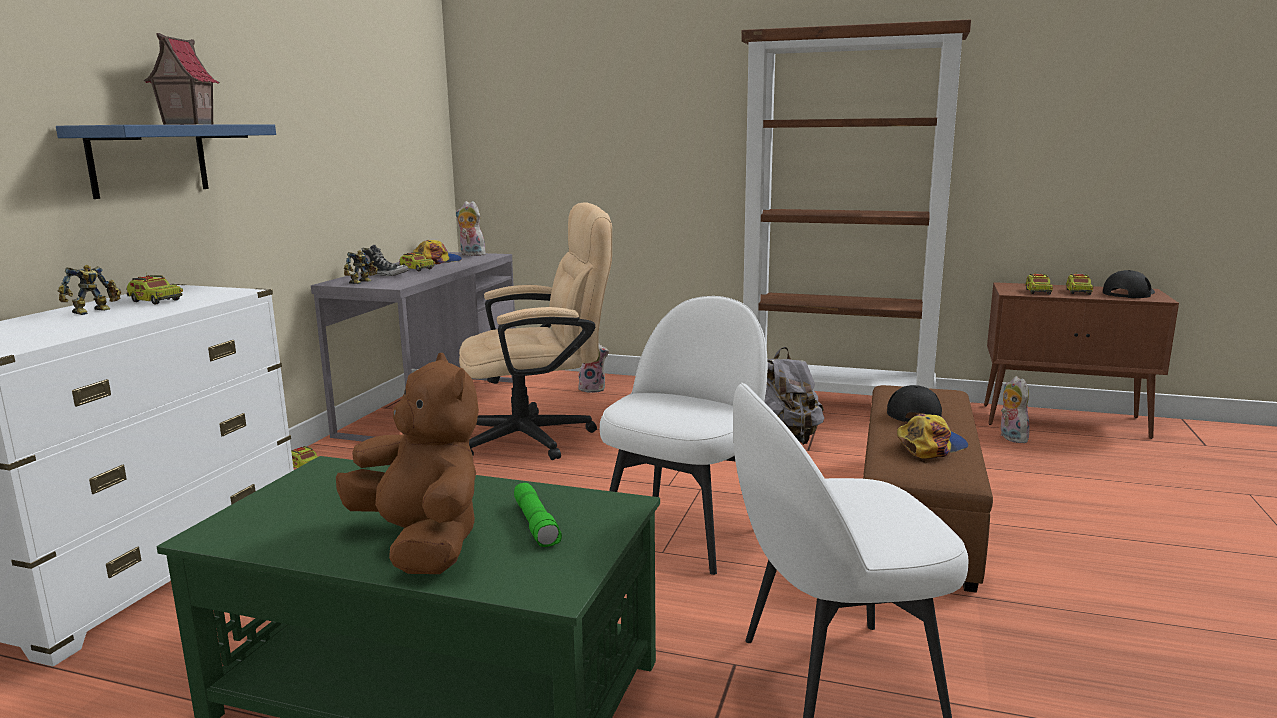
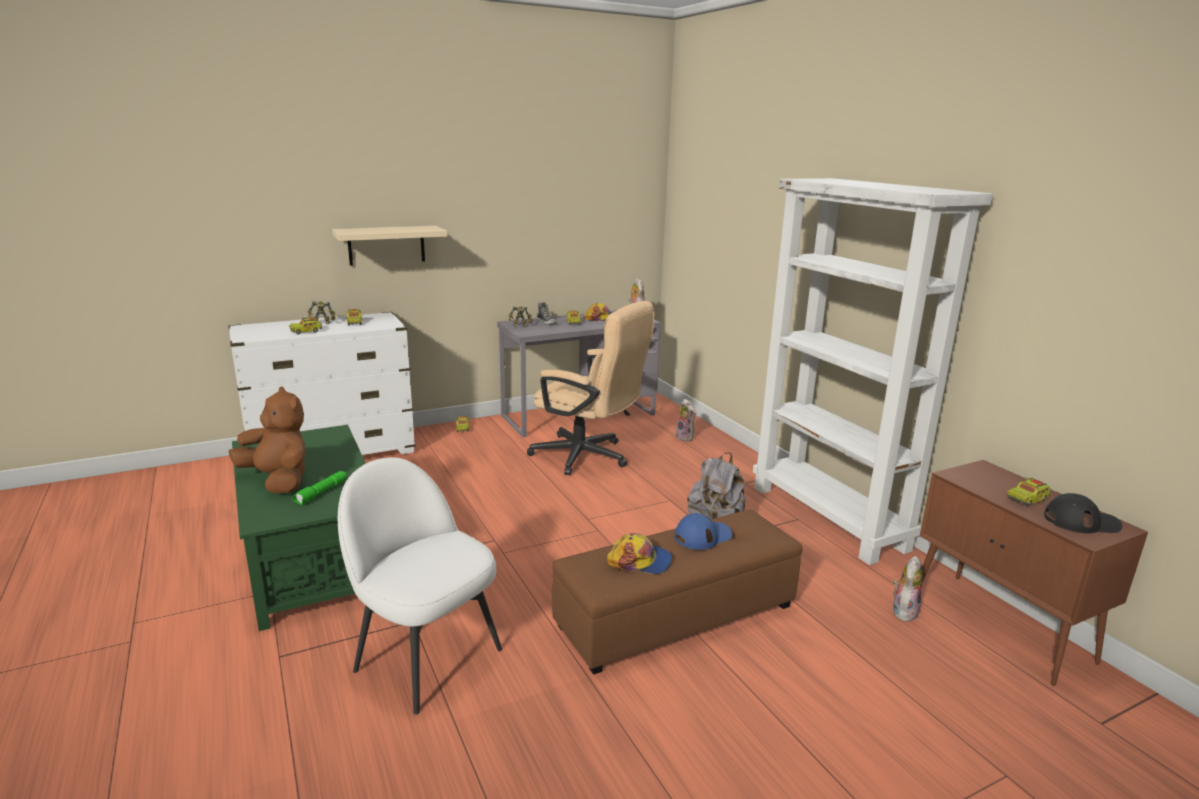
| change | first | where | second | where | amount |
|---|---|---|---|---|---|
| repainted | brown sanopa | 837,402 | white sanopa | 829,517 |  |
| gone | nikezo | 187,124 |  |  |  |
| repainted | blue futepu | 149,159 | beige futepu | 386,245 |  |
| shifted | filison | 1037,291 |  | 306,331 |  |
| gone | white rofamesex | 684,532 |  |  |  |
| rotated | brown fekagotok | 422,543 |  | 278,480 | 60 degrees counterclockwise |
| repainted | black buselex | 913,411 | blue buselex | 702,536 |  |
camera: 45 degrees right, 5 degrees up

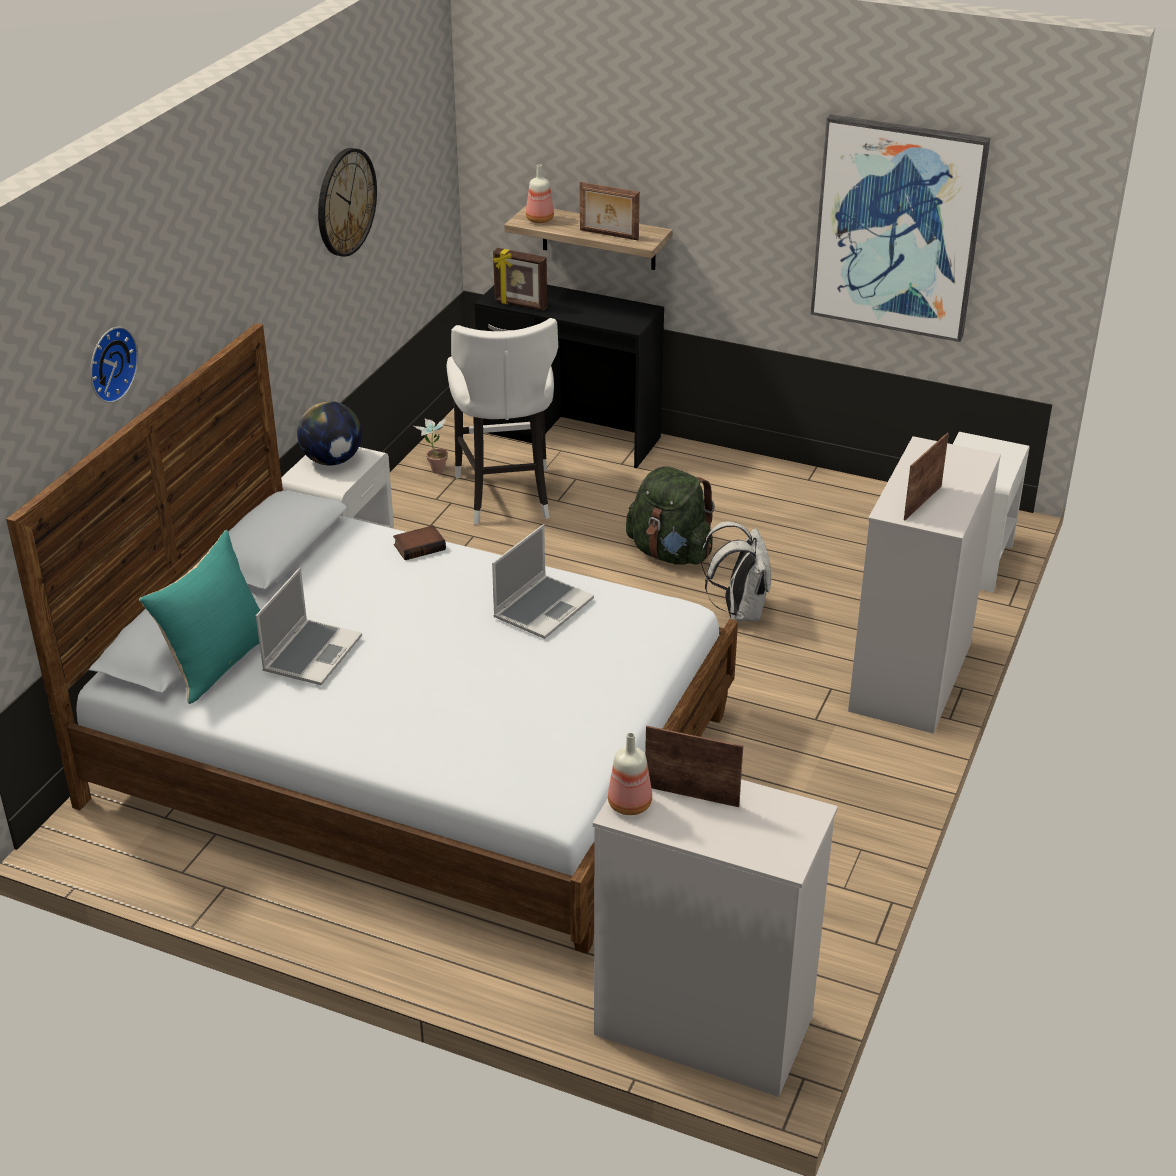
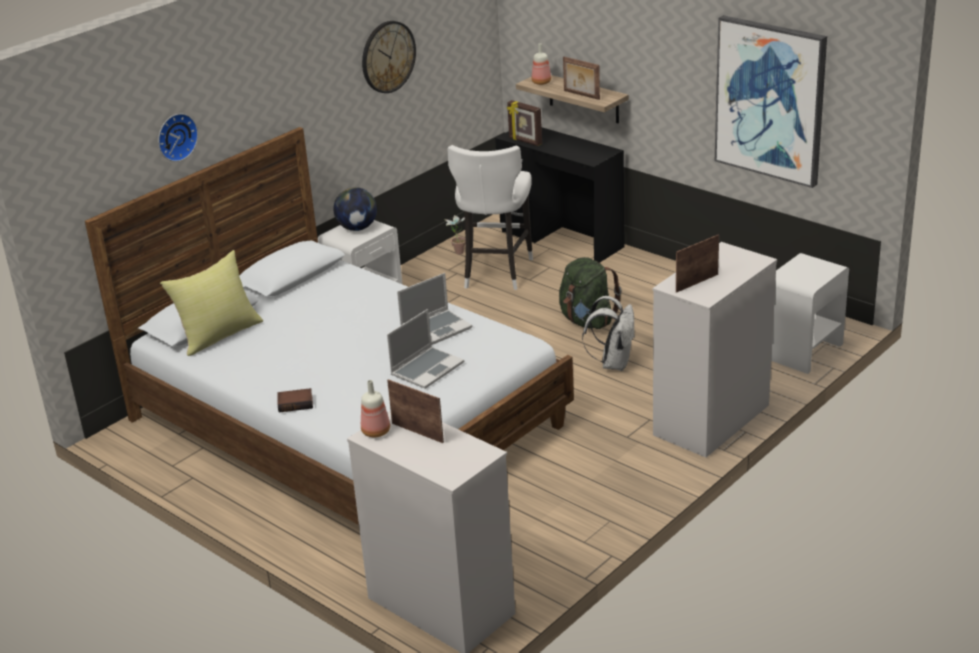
| change | first | where | second | where | amount |
|---|---|---|---|---|---|
| shifted | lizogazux | 419,546 |  | 296,403 |  |
| repainted | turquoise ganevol | 218,661 | yellow ganevol | 219,335 |  |
| shifted | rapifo | 312,653 |  | 427,368 |  |
camera: 20 degrees right, 5 degrees down

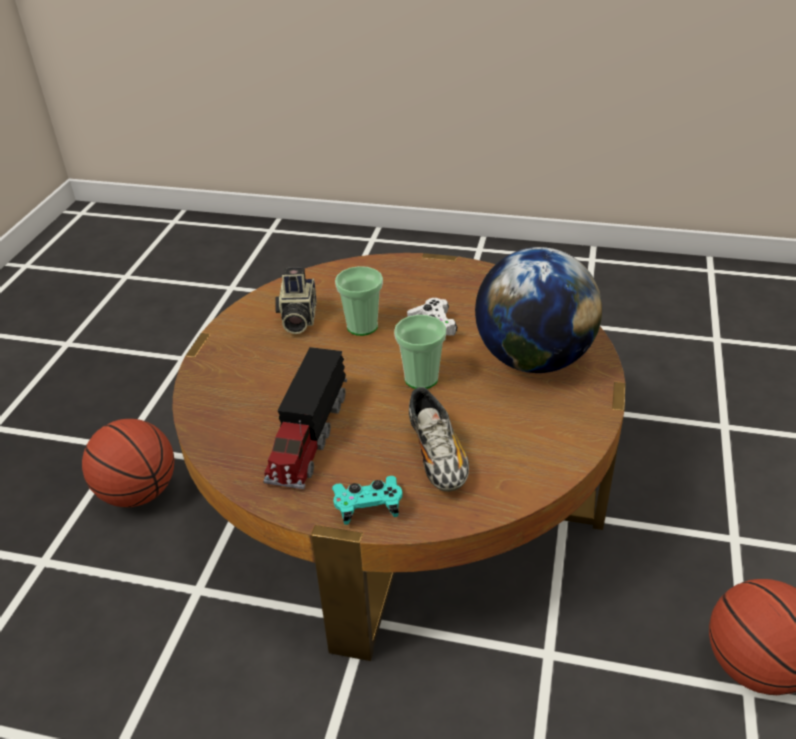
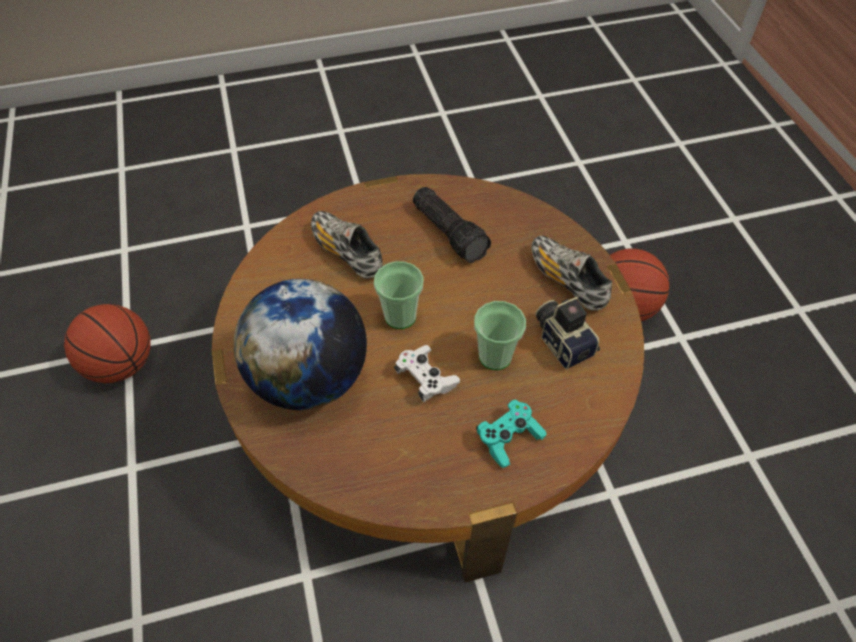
| change | first | where | second | where | amount |
|---|---|---|---|---|---|
| swapped | filison | 308,436 | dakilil | 450,232 |  |
| shifted | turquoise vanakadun | 368,507 |  | 508,438 |  |
| new |  |  | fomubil | 566,280 |  |
camera: 150 degrees right, 15 degrees up

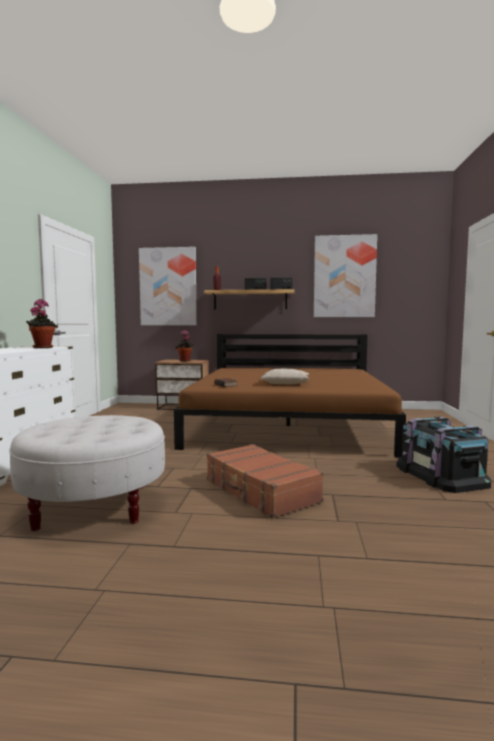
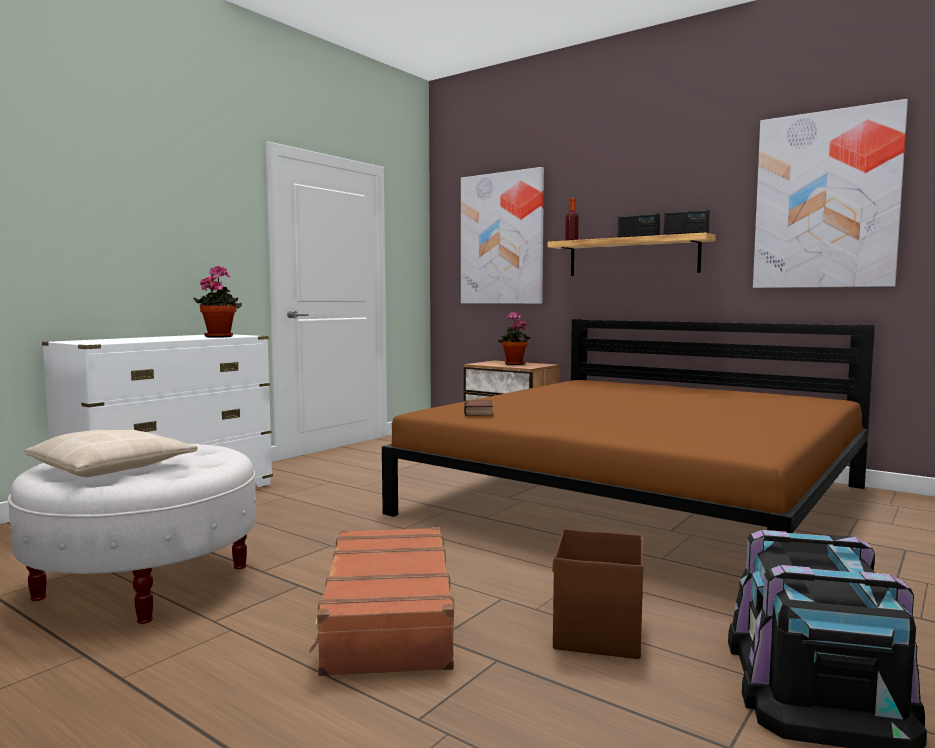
| change | first | where | second | where | amount |
|---|---|---|---|---|---|
| shifted | beige ganevol | 285,383 |  | 113,468 |  |
| new |  |  | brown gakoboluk | 597,634 |  |
camera: 30 degrees right, 0 degrees up

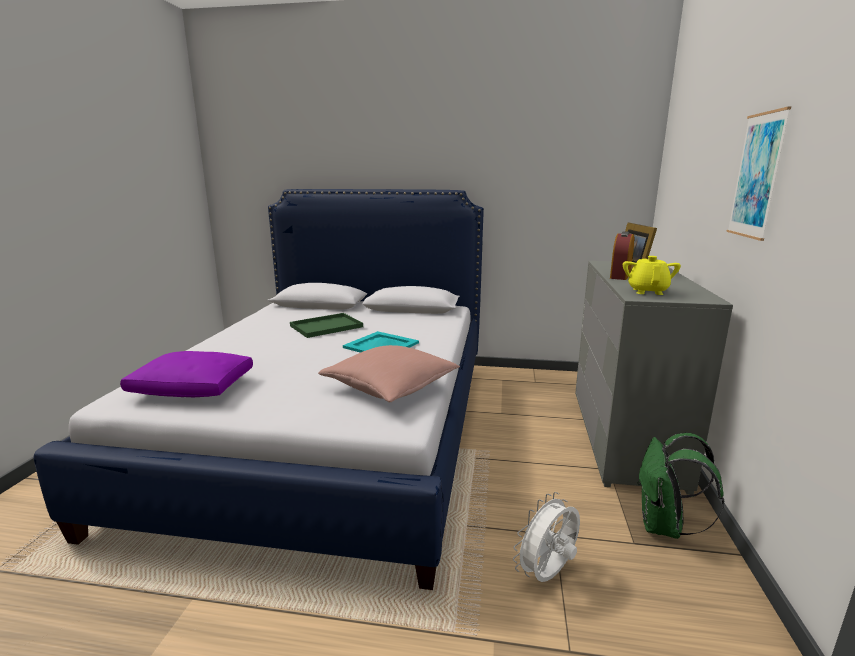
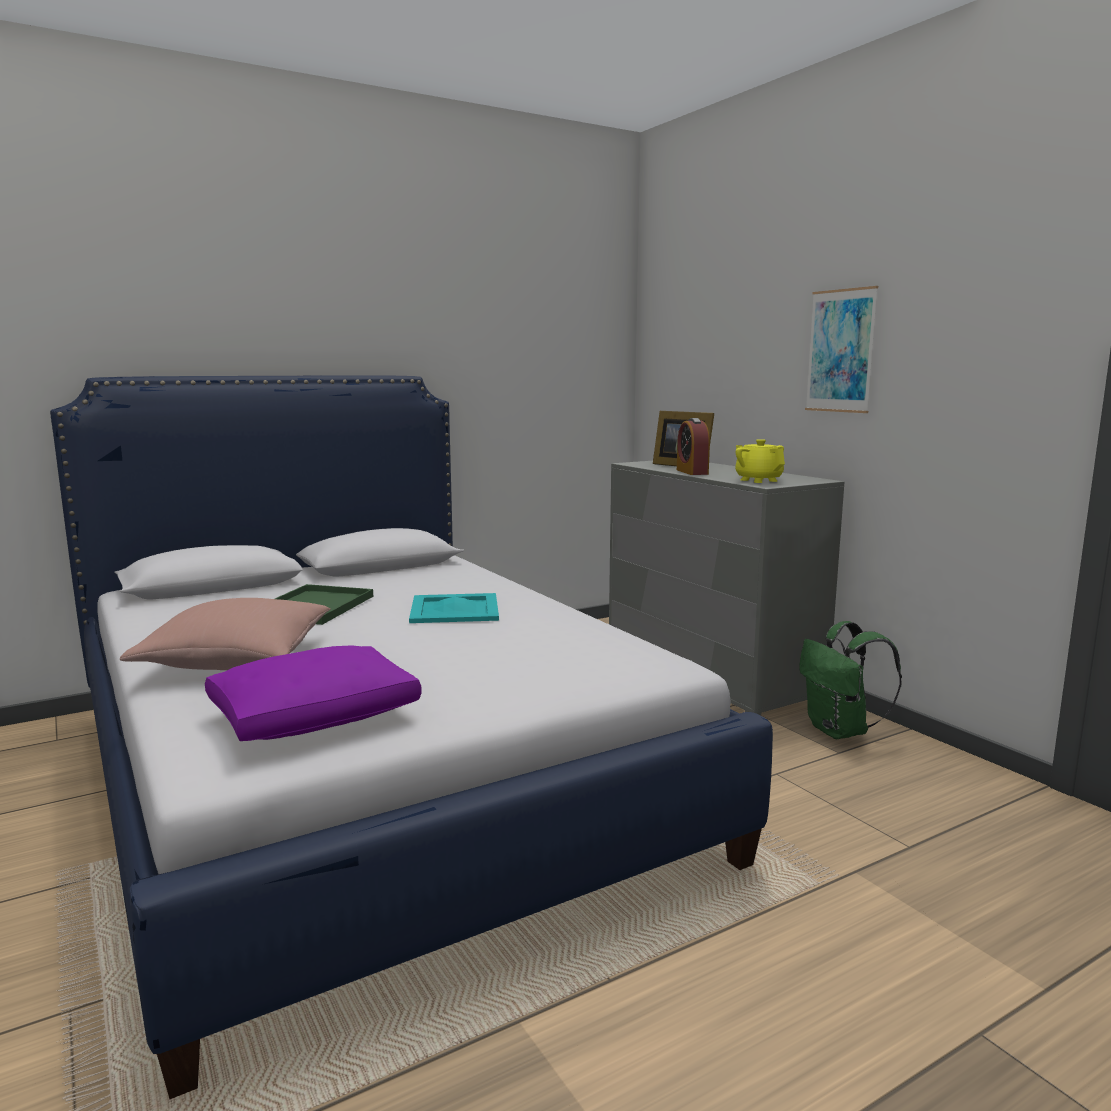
| change | first | where | second | where | amount |
|---|---|---|---|---|---|
| shifted | pink ganevol | 390,388 |  | 237,660 |  |
| gone | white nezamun | 547,575 |  |  |  |
camera: 40 degrees left, 5 degrees down

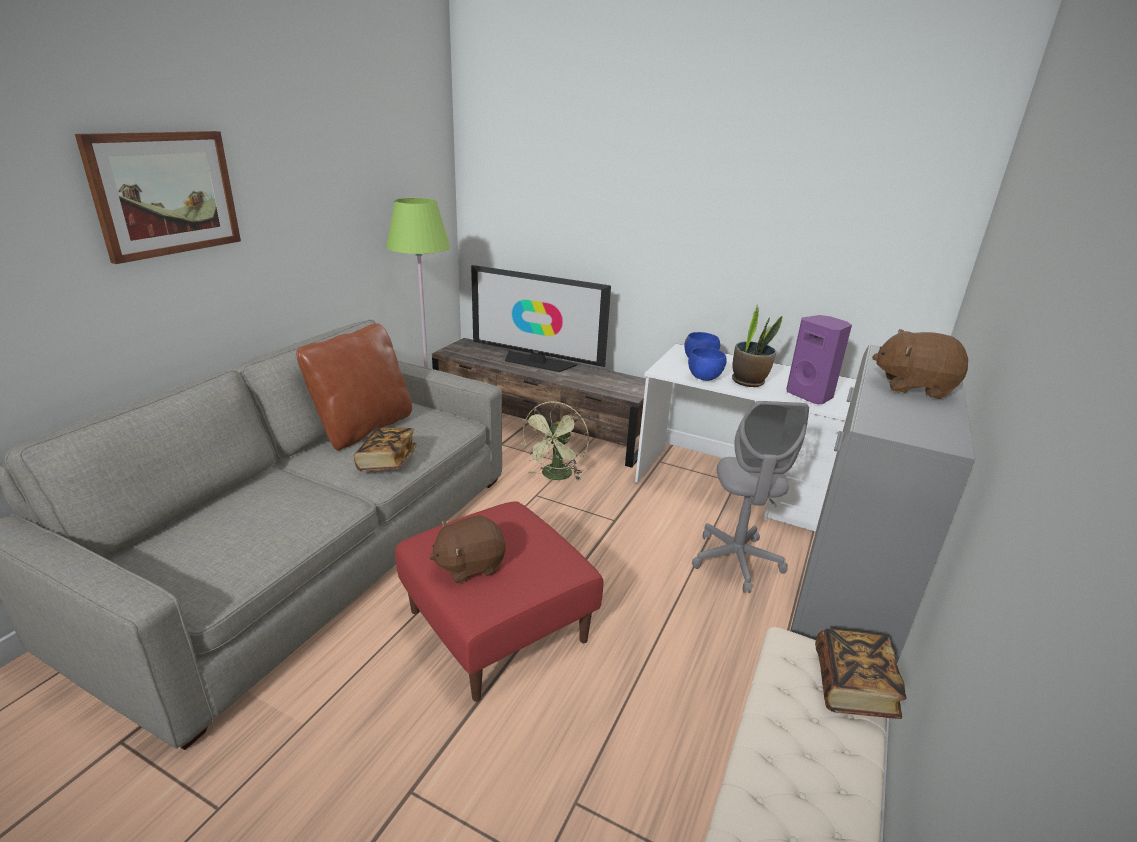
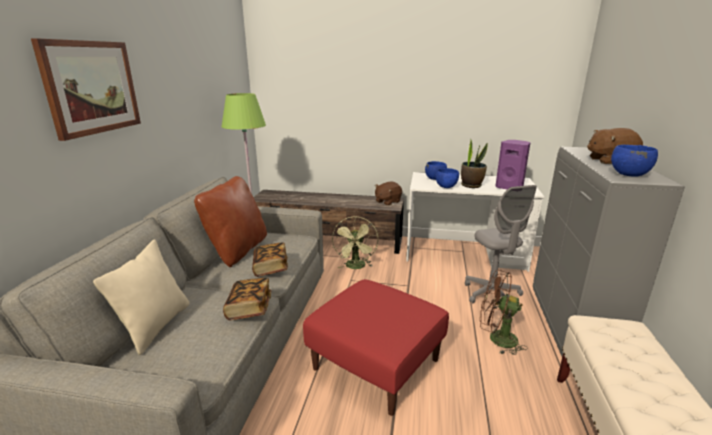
| change | first | where | second | where | amount |
|---|---|---|---|---|---|
| gone | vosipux | 537,362 |  |  |  |
| shifted | brown fekagotok | 469,565 |  | 387,201 |  |
| shifted | lizogazux | 853,687 |  | 249,308 |  |
| new |  |  | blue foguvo | 628,175 |  |
| new |  |  | beige ganevol | 156,326 |  |
| new |  |  | brown nezamun | 496,339 |  |
camera: 15 degrees left, 5 degrees down

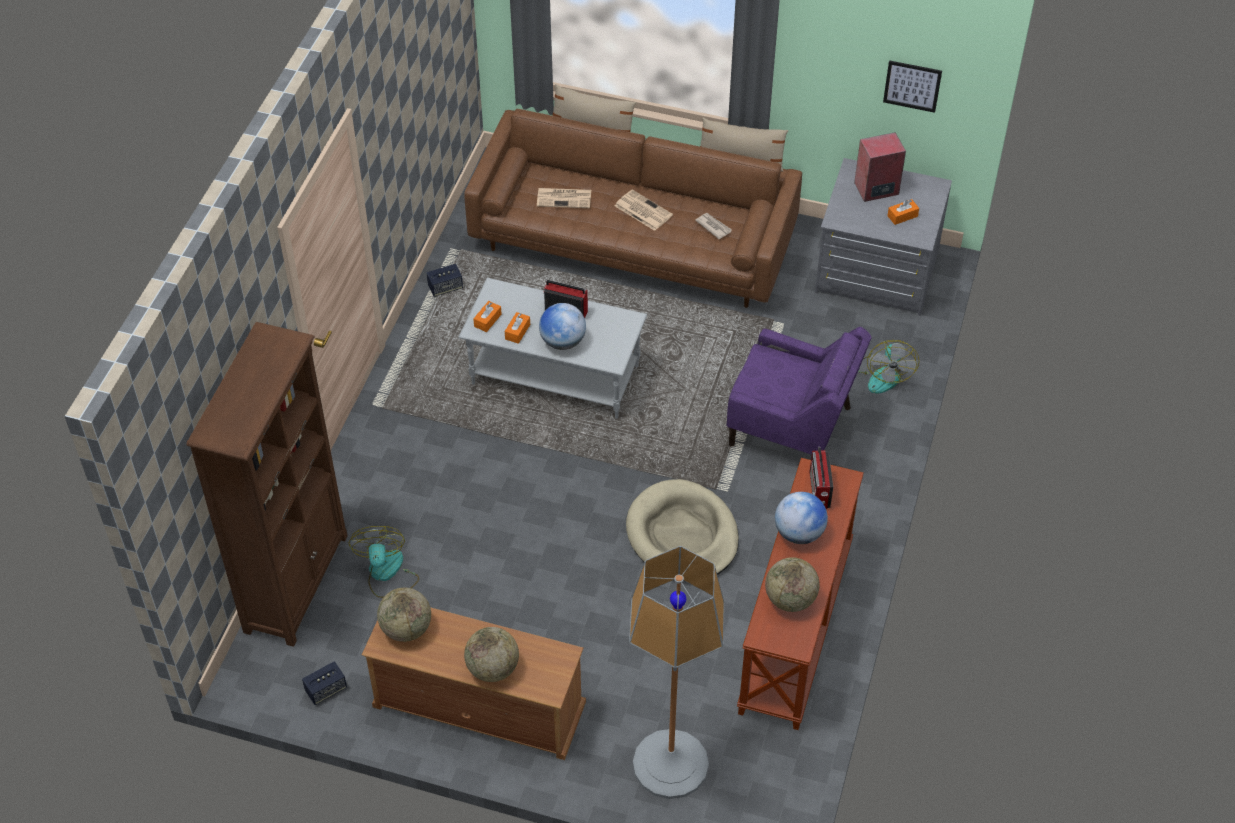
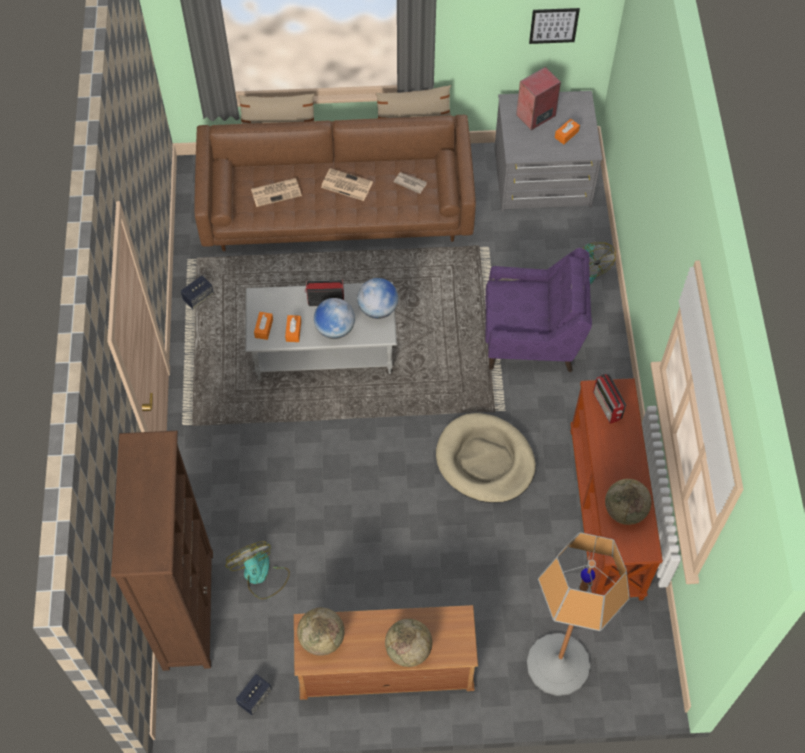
| change | first | where | second | where | amount |
|---|---|---|---|---|---|
| shifted | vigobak | 799,533 |  | 378,309 |  |
camera: 20 degrees left, 10 degrees up

